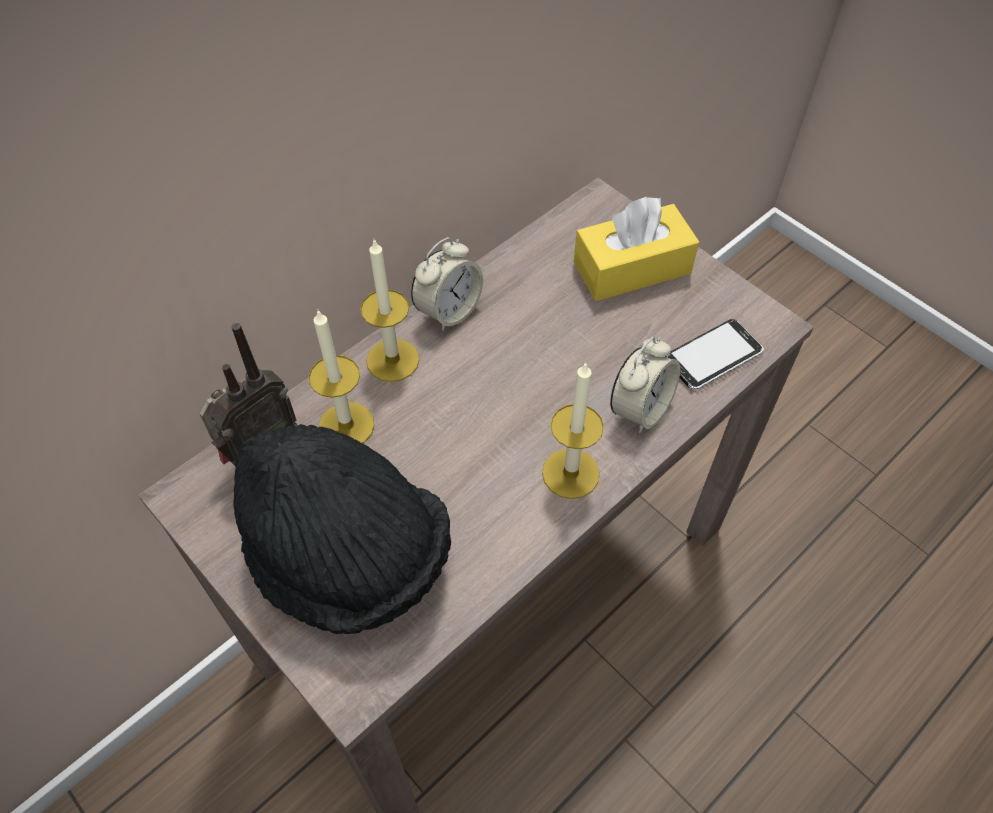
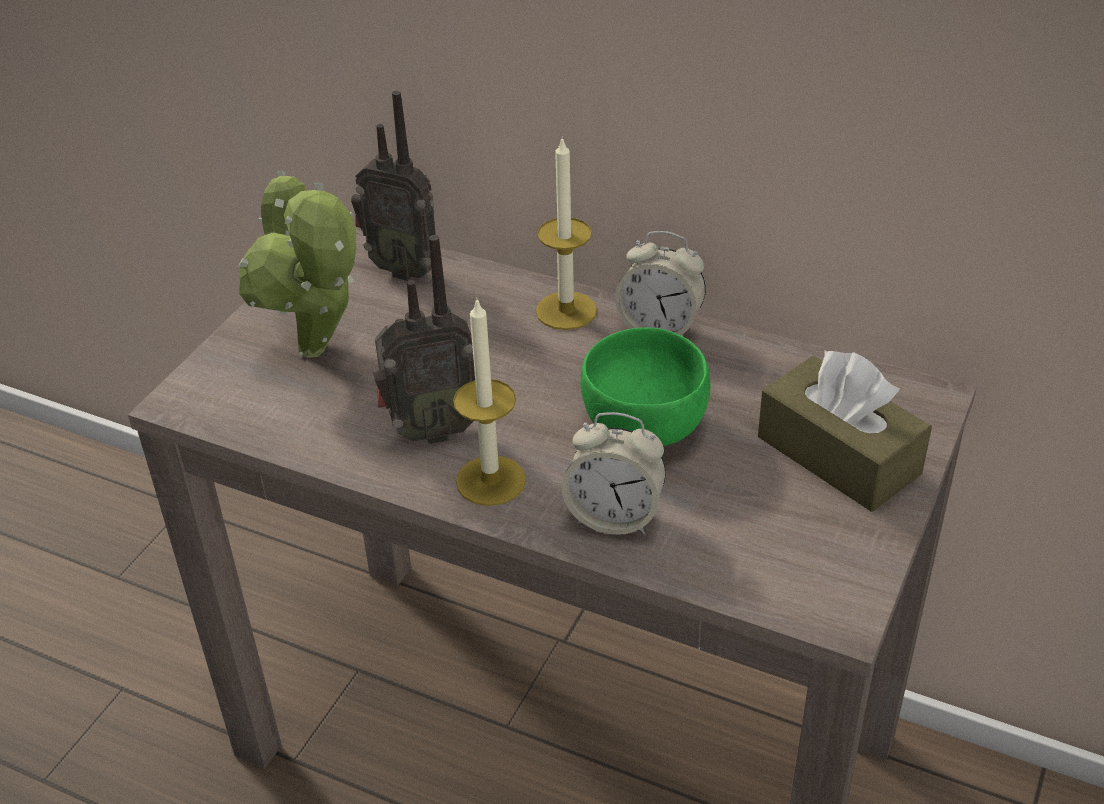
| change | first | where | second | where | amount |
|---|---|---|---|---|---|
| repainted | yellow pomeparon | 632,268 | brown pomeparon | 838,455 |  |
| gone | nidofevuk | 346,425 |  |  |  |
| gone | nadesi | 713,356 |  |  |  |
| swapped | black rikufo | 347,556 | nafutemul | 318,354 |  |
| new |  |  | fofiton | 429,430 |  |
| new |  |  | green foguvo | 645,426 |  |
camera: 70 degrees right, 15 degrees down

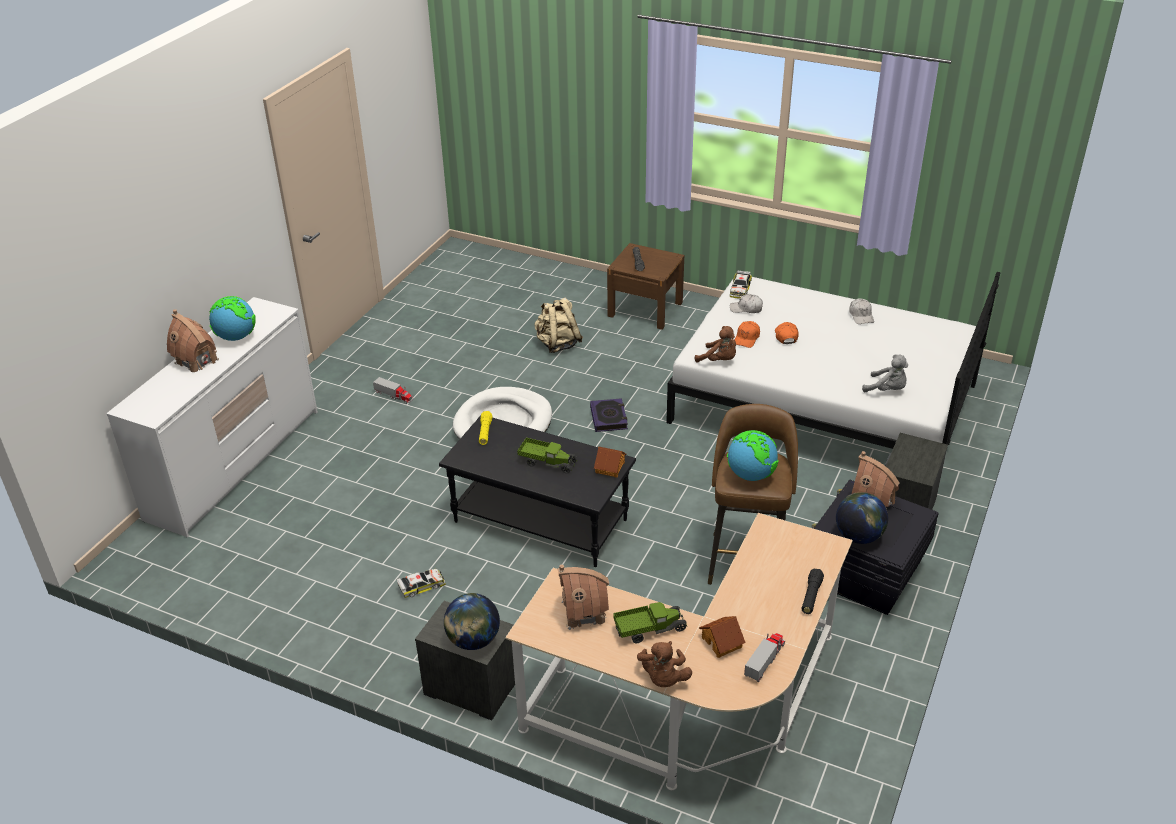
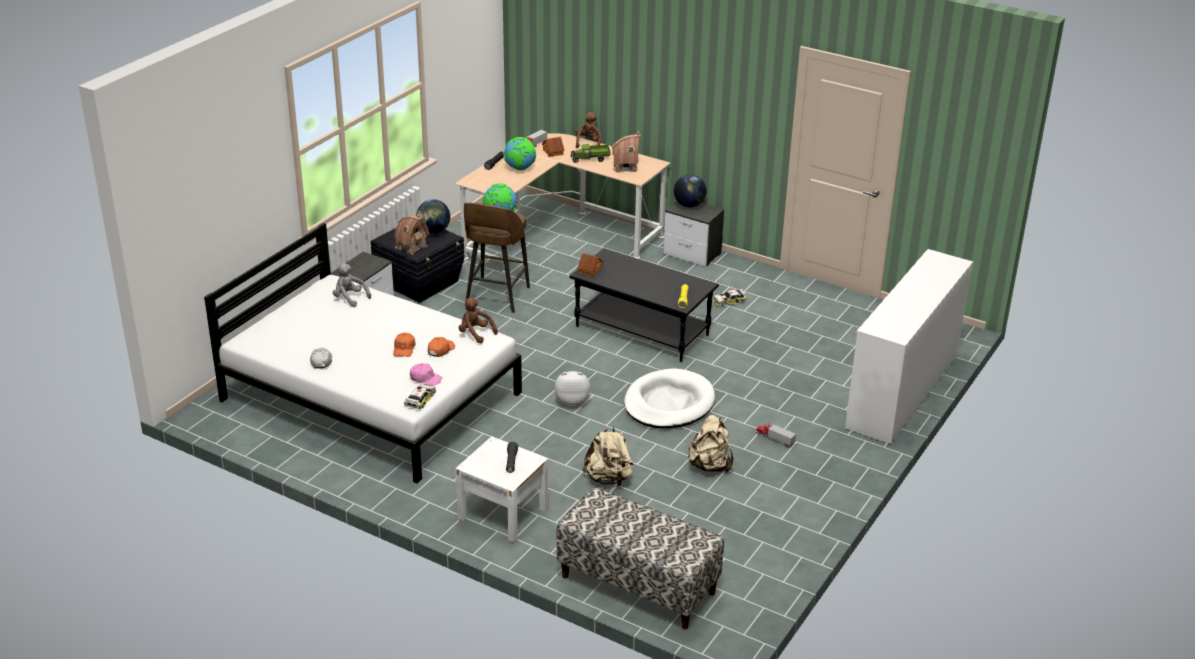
| change | first | where | second | where | amount |
|---|---|---|---|---|---|
| repainted | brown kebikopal | 645,309 | white kebikopal | 503,513 |  |
| repainted | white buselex | 746,309 | pink buselex | 425,378 |  |
| shifted | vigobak | 236,337 |  | 520,169 |  |
| gone | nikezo | 196,361 |  |  |  |
| swapped | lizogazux | 609,418 | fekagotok | 572,400 |  |
| gone | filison | 547,462 |  |  |  |
| new |  |  | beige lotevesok | 710,465 |  |
| new |  |  | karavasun | 637,585 |  |
camera: 175 degrees left, 5 degrees down

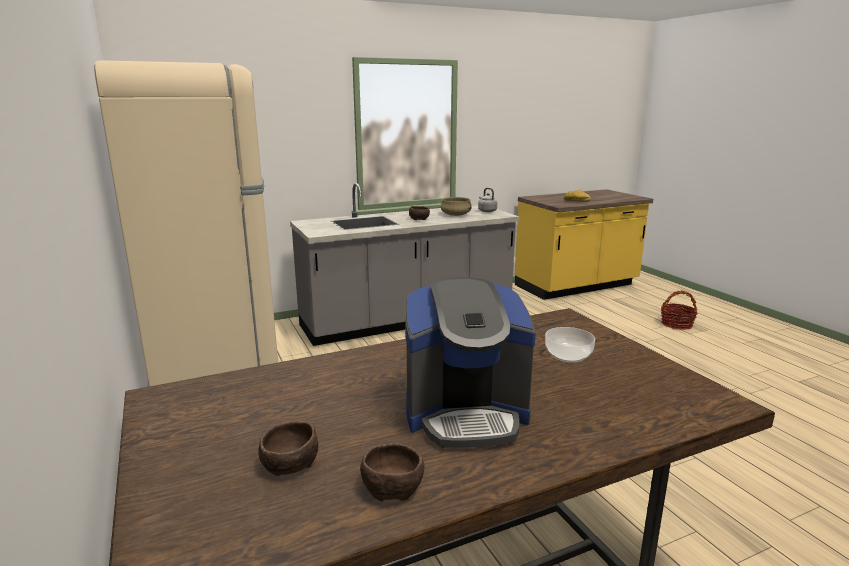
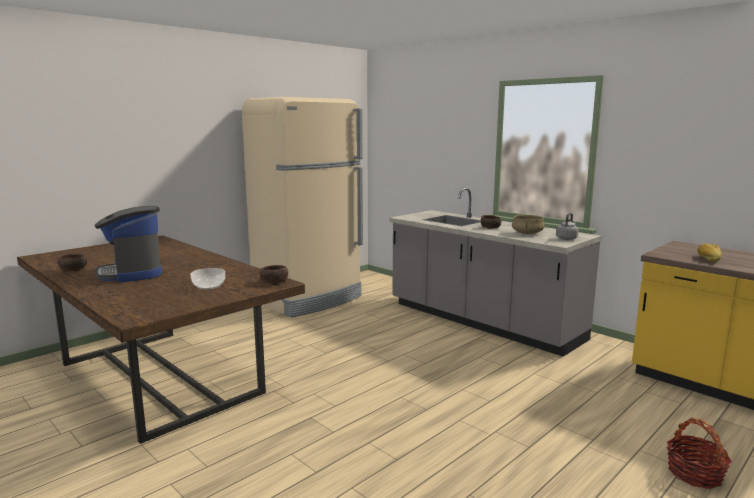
| change | first | where | second | where | amount |
|---|---|---|---|---|---|
| shifted | brown foguvo | 289,464 |  | 273,282 |  |
camera: 70 degrees right, 5 degrees down

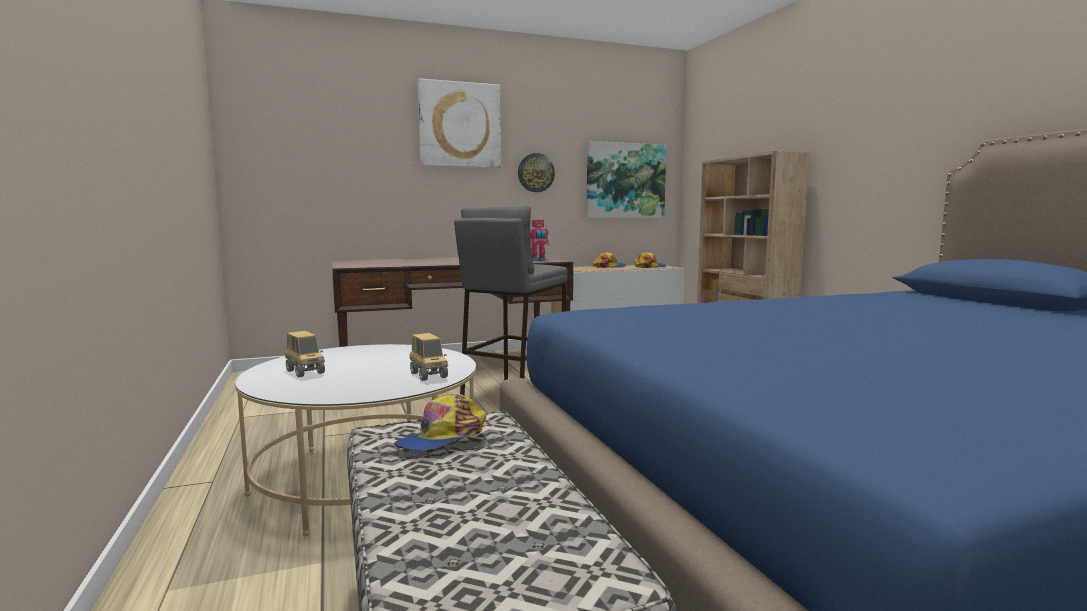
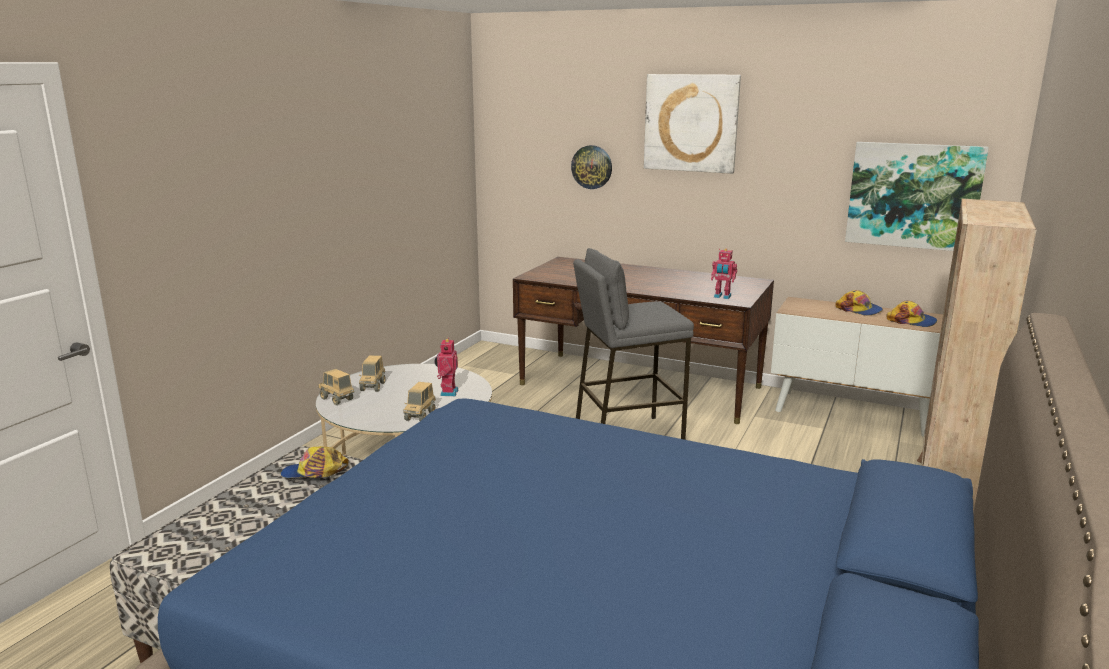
| change | first | where | second | where | amount |
|---|---|---|---|---|---|
| shifted | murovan | 536,173 |  | 592,167 |  |
| new |  |  | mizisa | 447,392 |  |
| new |  |  | filison | 337,399 |  |
camera: 45 degrees right, 10 degrees up

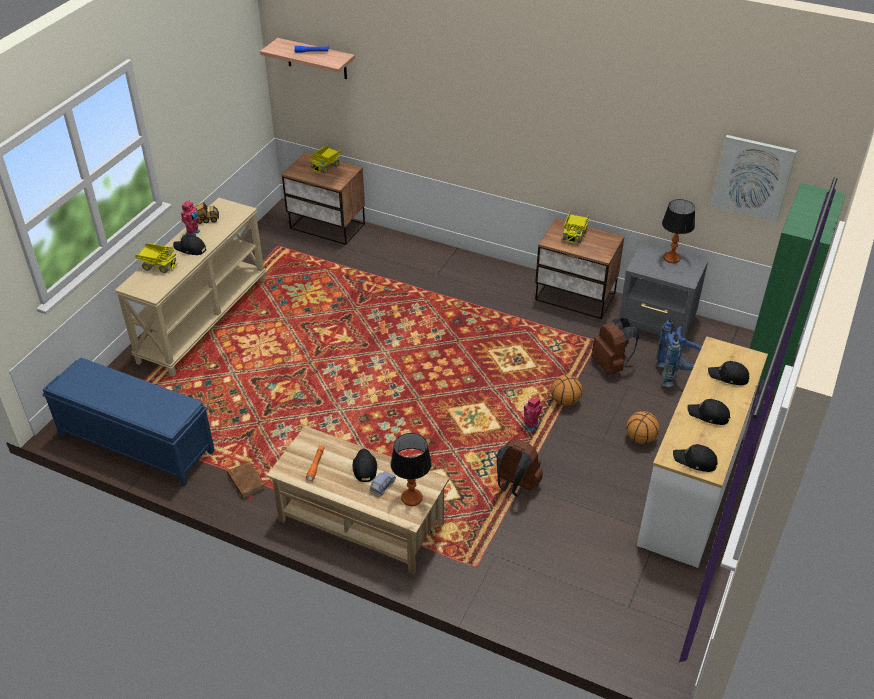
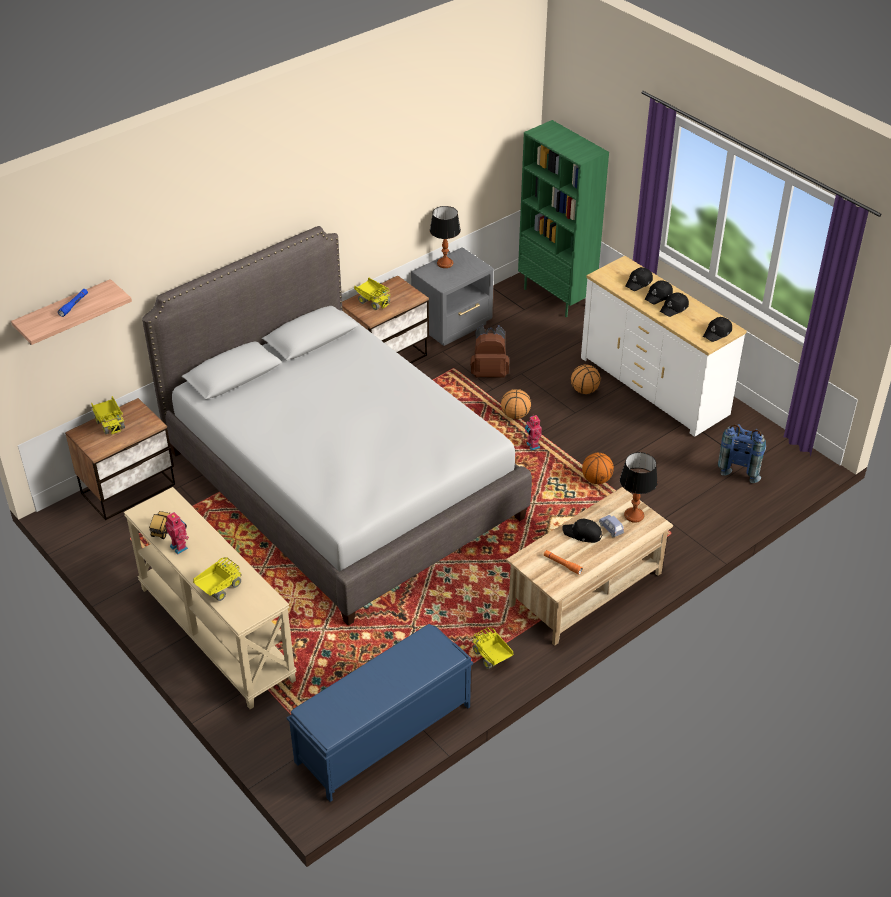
| change | first | where | second | where | amount |
|---|---|---|---|---|---|
| gone | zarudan | 752,177 |  |  |  |
| shifted | black buselex | 190,249 |  | 658,296 |  |
| shifted | blue lotevesok | 678,374 |  | 740,466 |  |
| swapped | brown lotevesok | 515,486 | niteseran | 596,480 |  |
| swapped | brown lizogazux | 246,482 | filison | 491,657 |  |
| new |  |  | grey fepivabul | 343,483 |  |
camera: 65 degrees left, 0 degrees up

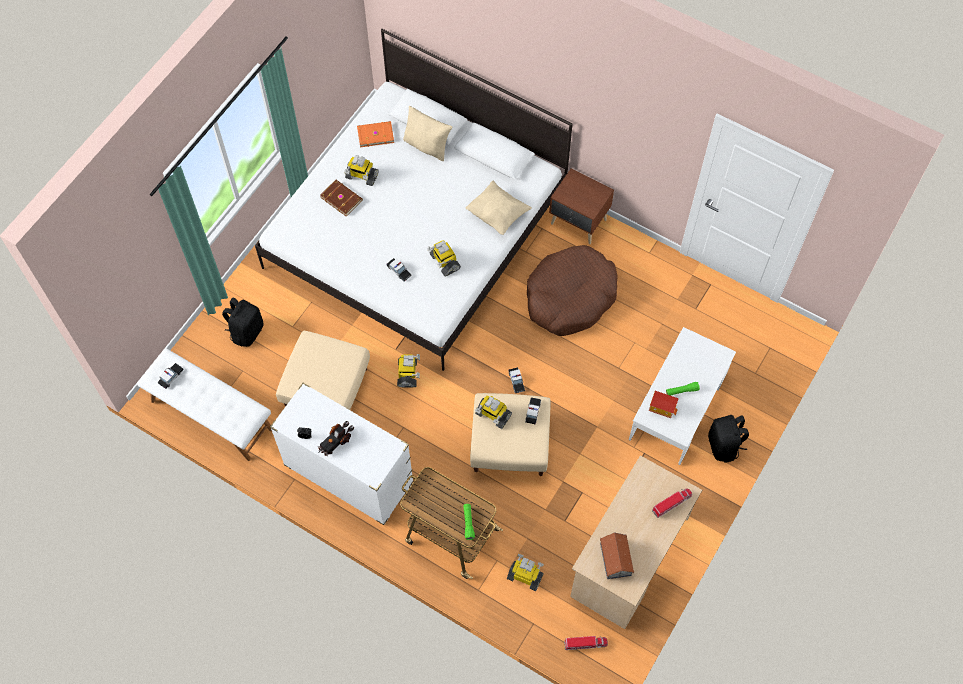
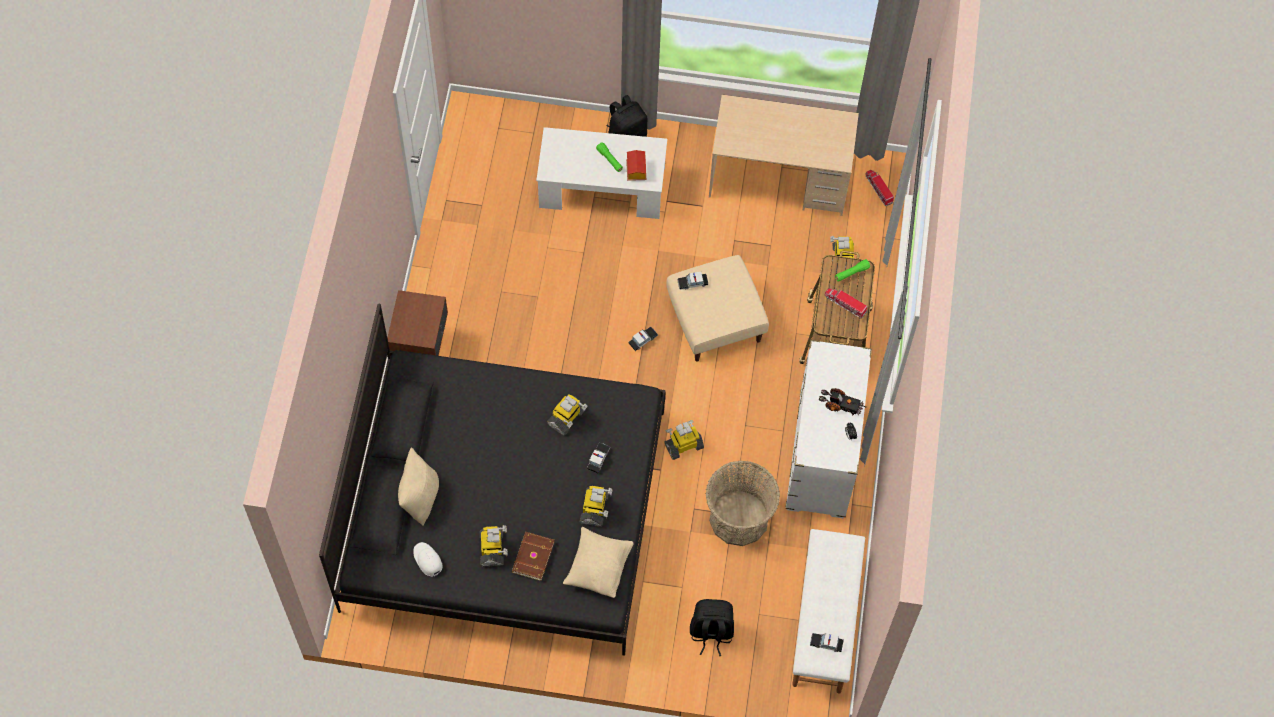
| change | first | where | second | where | amount |
|---|---|---|---|---|---|
| repainted | white fepivabul | 416,231 | black fepivabul | 504,510 |  |
| swapped | orange lizogazux | 375,134 | white buselex | 427,560 |  |
| shifted | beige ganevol | 498,215 |  | 598,568 |  |
| gone | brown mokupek | 570,297 |  |  |  |
| swapped | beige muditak | 327,389 | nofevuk | 739,518 |  |
| shifted | mizisa | 493,415 |  | 595,509 |  |
| shifted | filison | 672,503 |  | 845,304 |  |
| gone | nikezo | 615,559 |  |  |  |
camera: 115 degrees left, 0 degrees up

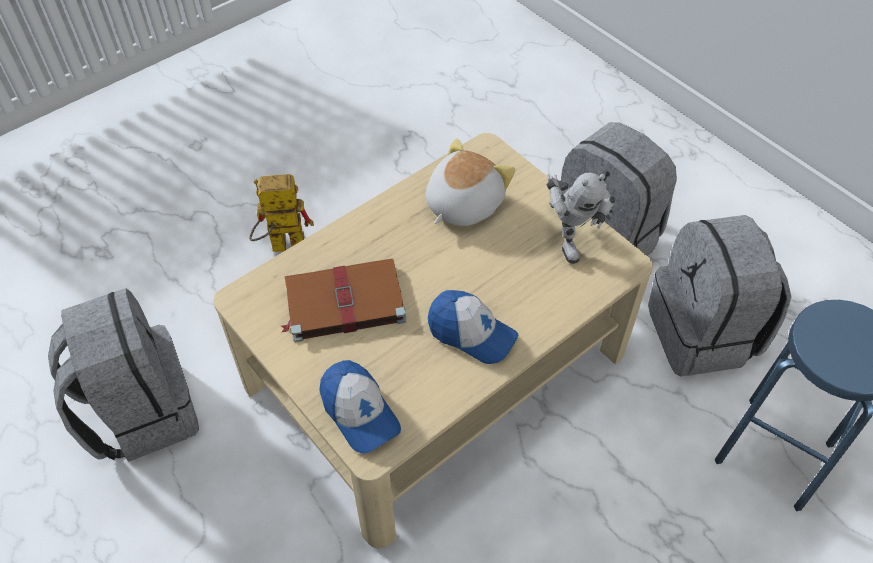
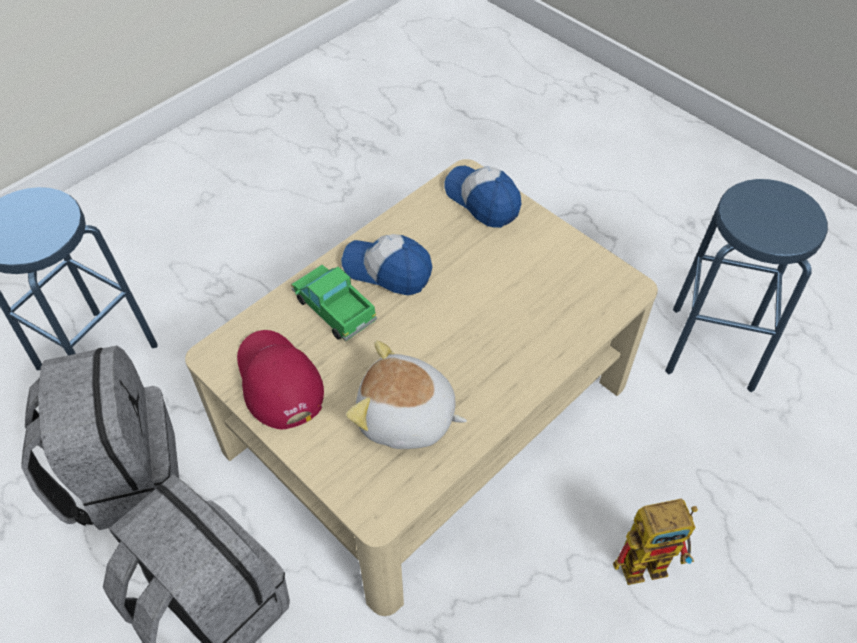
| change | first | where | second | where | amount |
|---|---|---|---|---|---|
| rotated | fekagotok | 462,204 |  | 406,418 | 75 degrees clockwise |
| swapped | mizisa | 568,238 | red buselex | 277,381 |  |
| gone | brown lizogazux | 342,302 |  |  |  |
| swapped | grey lotevesok | 141,412 | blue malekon | 712,348 |  |
| new |  |  | filison | 334,309 |  |
camera: 175 degrees right, 0 degrees up

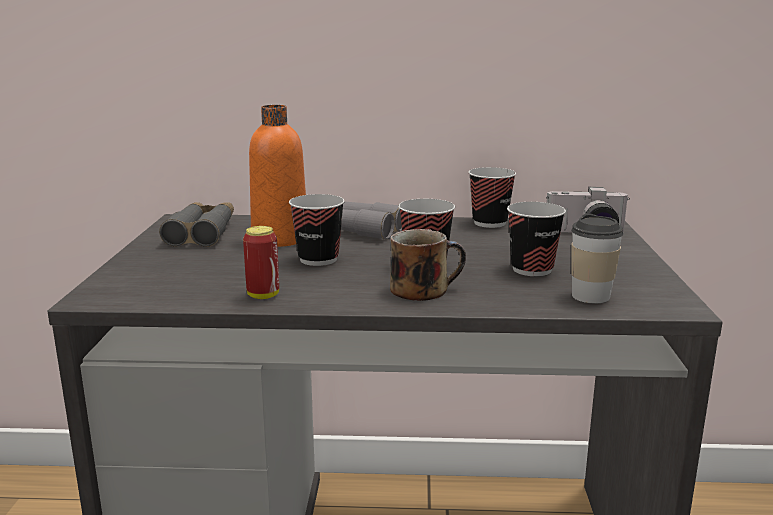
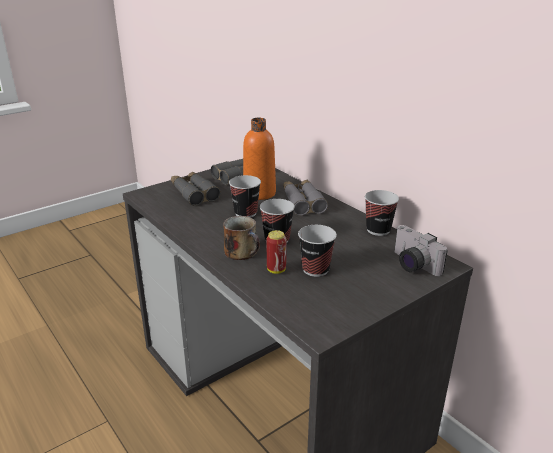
| change | first | where | second | where | amount |
|---|---|---|---|---|---|
| gone | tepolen | 590,296 |  |  |  |
| shifted | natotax | 263,295 |  | 276,270 |  |
| new |  |  | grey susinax | 194,193 |  |
camera: 50 degrees right, 10 degrees up

